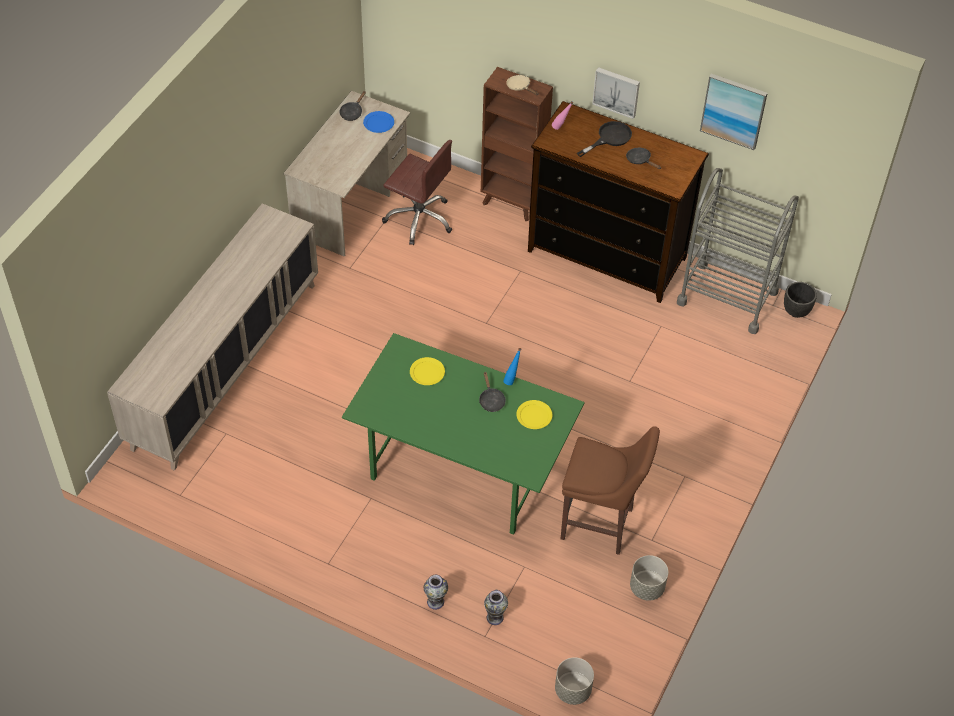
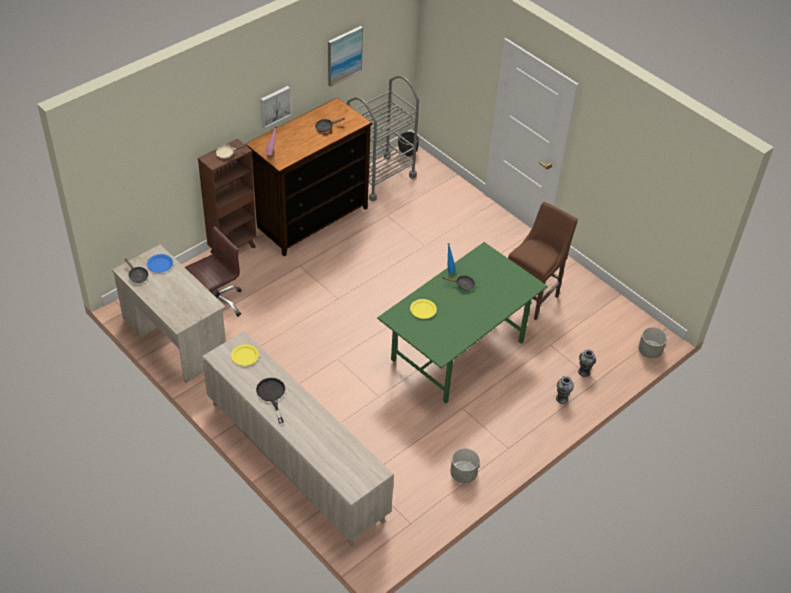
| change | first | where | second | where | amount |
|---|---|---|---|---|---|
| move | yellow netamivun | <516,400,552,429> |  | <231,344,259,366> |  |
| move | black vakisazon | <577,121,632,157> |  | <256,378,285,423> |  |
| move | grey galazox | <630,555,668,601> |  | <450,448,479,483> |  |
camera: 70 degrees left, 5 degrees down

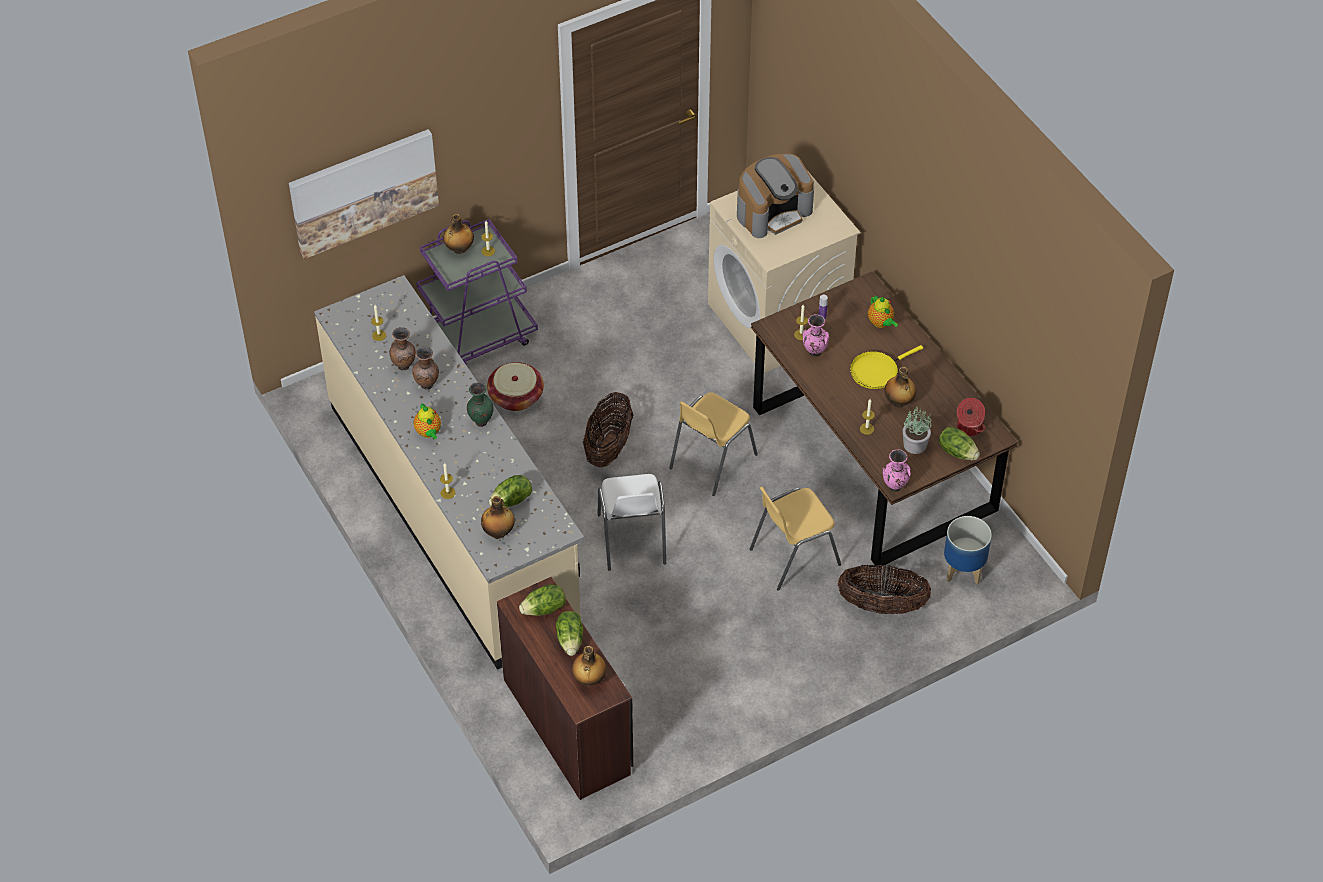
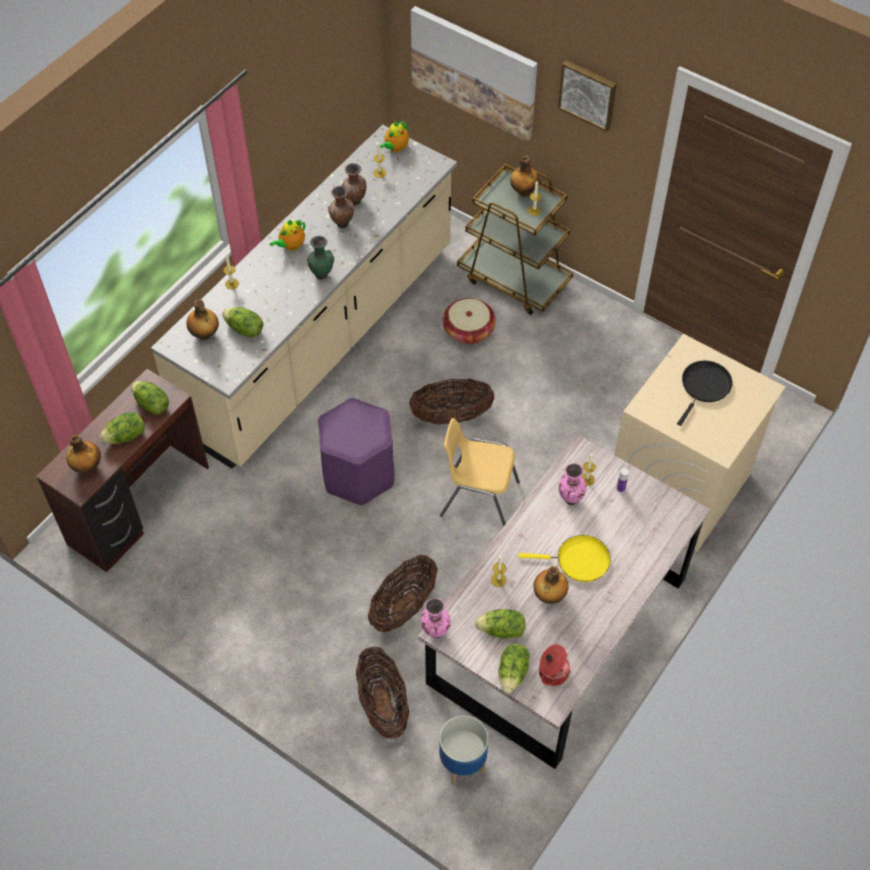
| change | first | where | second | where | amount |
|---|---|---|---|---|---|
| recolor | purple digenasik | <416,219,538,365> | brown digenasik | <457,164,573,315> |  |
| replace | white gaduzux | <598,474,666,571> | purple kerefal | <318,398,394,506> |  |
| replace | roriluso | <737,153,814,238> | black vakisazon | <677,360,732,426> |  |
| replace | yellow gaduzux | <750,487,841,591> | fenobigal | <368,555,438,632> |  |
| recolor | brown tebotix | <751,271,1018,567> | grey tebotix | <418,434,710,769> |  |
| rotate | yellow vakisazon | <850,345,923,389> |  | <519,535,611,582> | 150 degrees clockwise |
| move | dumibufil | <868,295,898,328> |  | <380,121,409,152> |  |
| replace | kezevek | <903,407,931,454> | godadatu | <475,609,526,639> |  |
| insert |  |  | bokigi | <558,60,617,132> |  |
camera: 65 degrees right, 5 degrees up

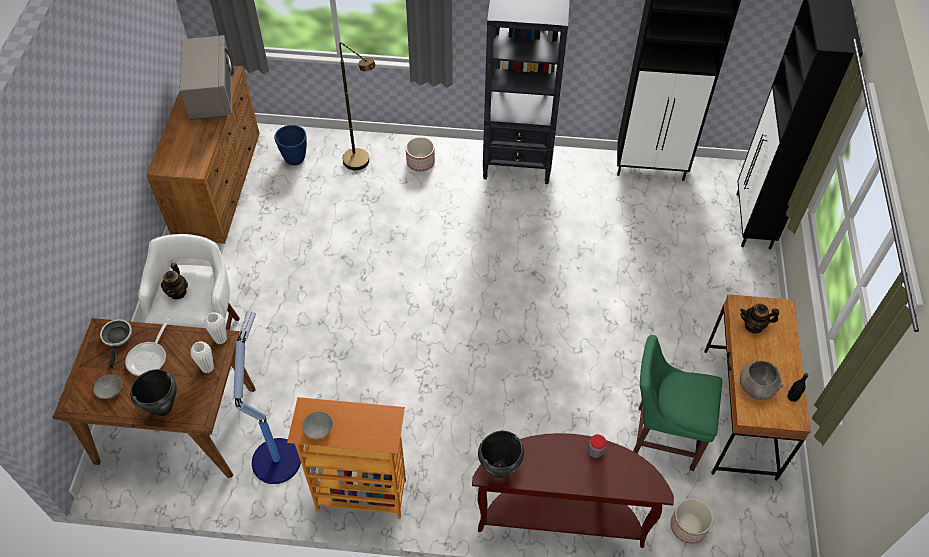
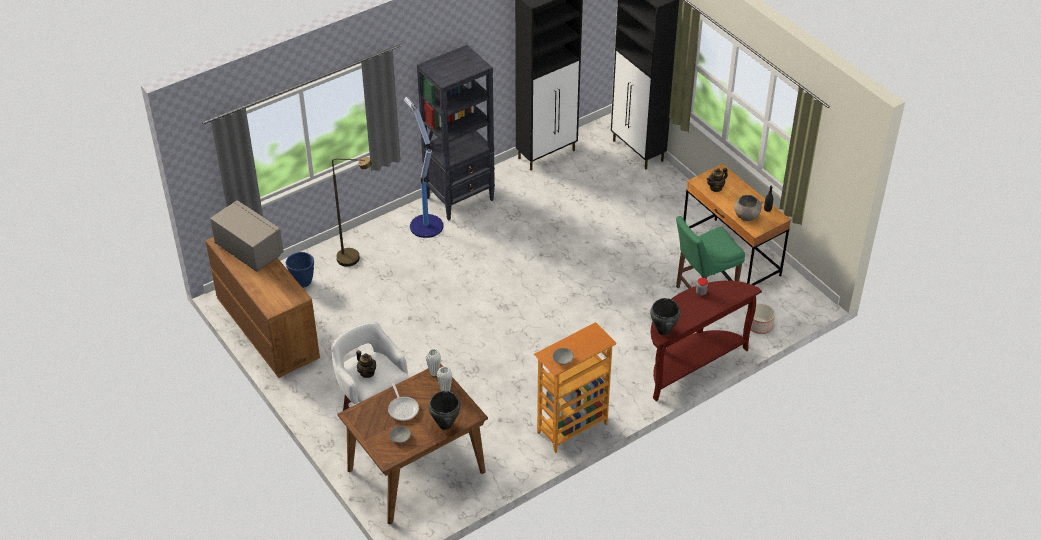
| change | first | where | second | where | amount |
|---|---|---|---|---|---|
| delete | vakisazon | <100,319,132,368> |  |  |  |
| move | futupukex | <233,311,301,484> |  | <404,97,443,238> |  |
| delete | galazox | <406,137,435,171> |  |  |  |
camera: 40 degrees left, 10 degrees down

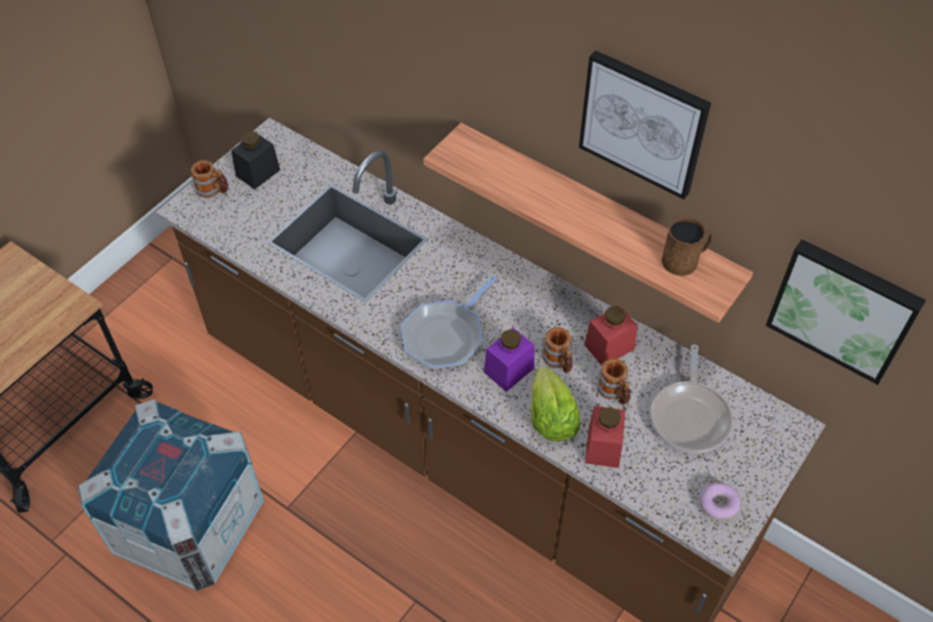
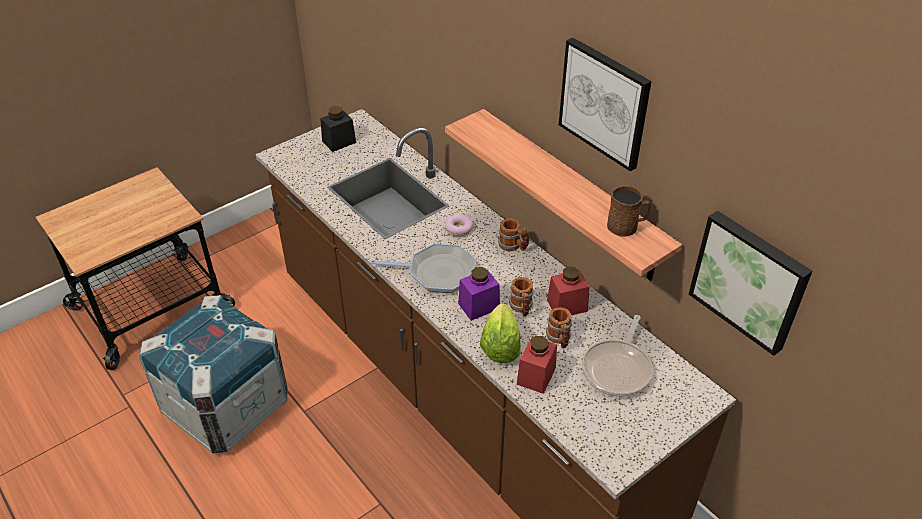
| change | first | where | second | where | amount |
|---|---|---|---|---|---|
| move | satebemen | <190,160,228,198> |  | <498,218,529,251> |  |
| rotate | vakisazon | <401,275,496,369> |  | <370,244,476,293> | 135 degrees counterclockwise |
| move | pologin | <699,483,741,520> |  | <445,214,473,237> |  |
camera: 15 degrees right, 10 degrees down

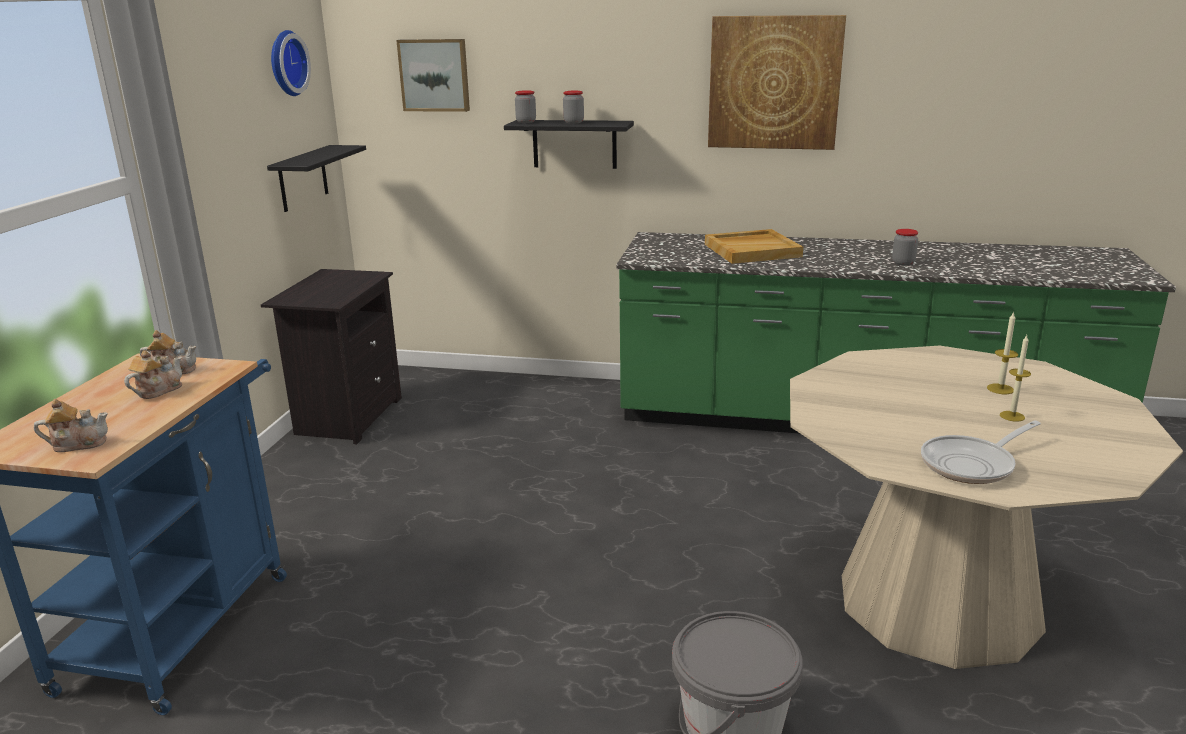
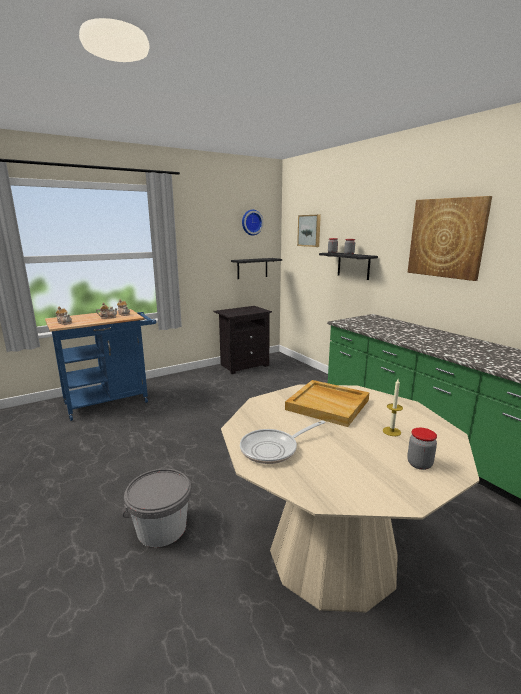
| change | first | where | second | where | amount |
|---|---|---|---|---|---|
| move | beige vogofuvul | <705,229,803,264> |  | <285,380,369,427> |  |
| move | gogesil | <892,229,918,265> |  | <407,428,437,470> |  |
| rotate | vakisazon | <921,420,1041,484> |  | <240,420,325,464> | 45 degrees counterclockwise |
| delete | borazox | <1000,335,1031,422> |  |  |  |
camera: 45 degrees right, 5 degrees down

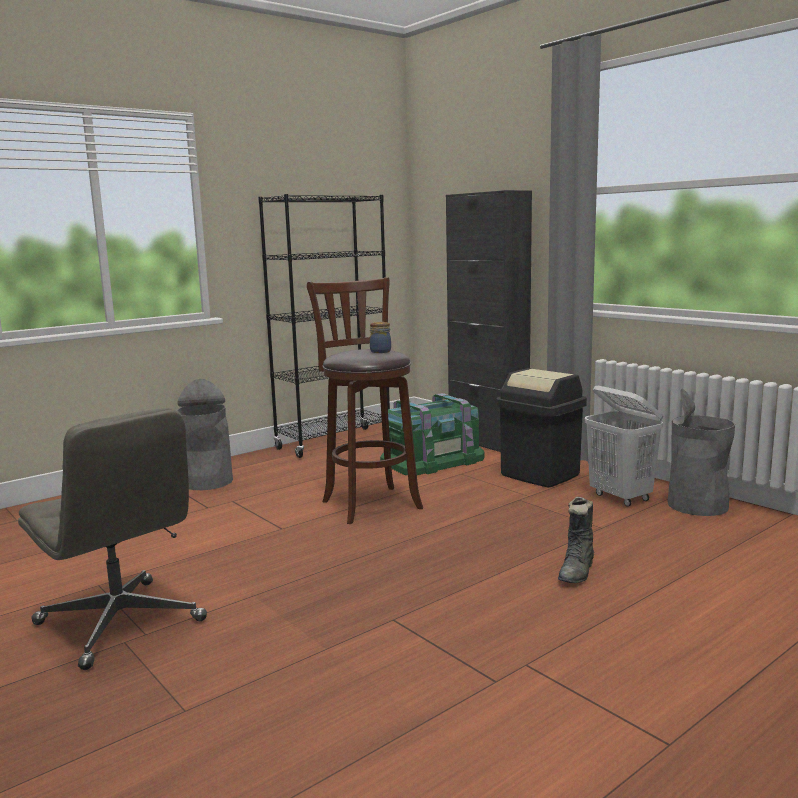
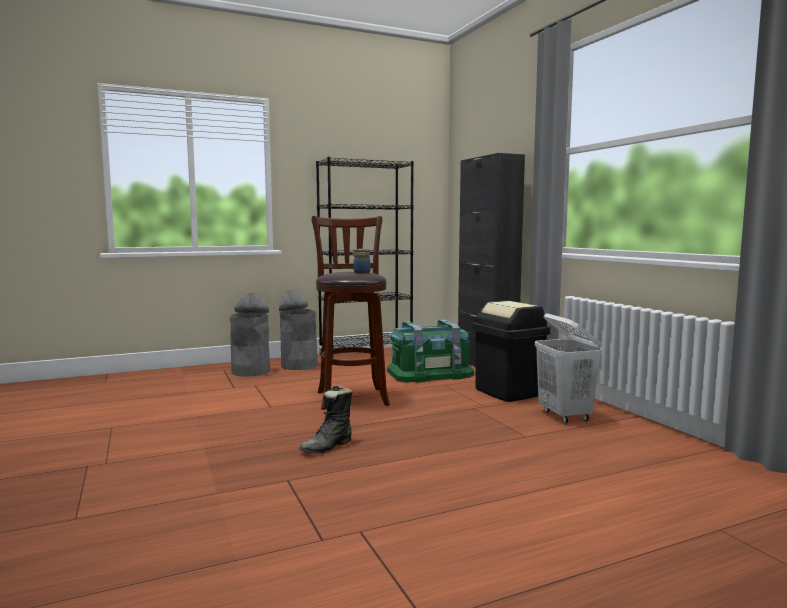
| change | first | where | second | where | amount |
|---|---|---|---|---|---|
| delete | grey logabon | <18,408,207,670> |  |  |  |
| move | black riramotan | <558,497,594,583> |  | <299,385,352,453> |  |
| move | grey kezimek | <668,389,735,516> |  | <279,290,318,370> |  |
camera: 15 degrees right, 5 degrees down

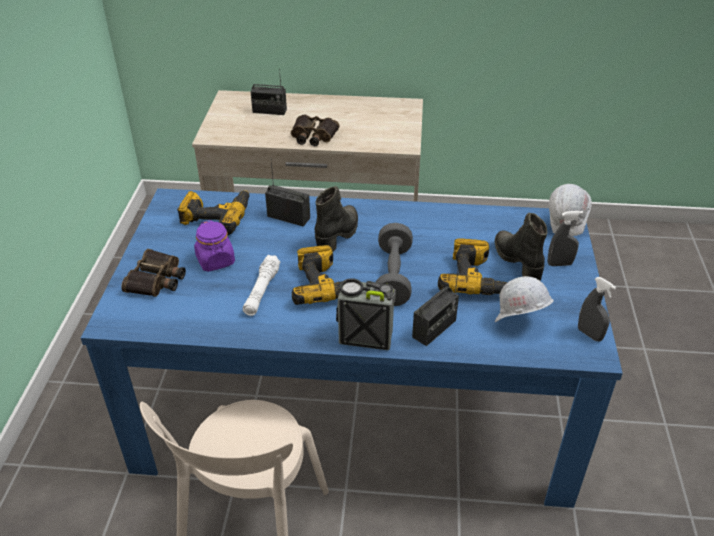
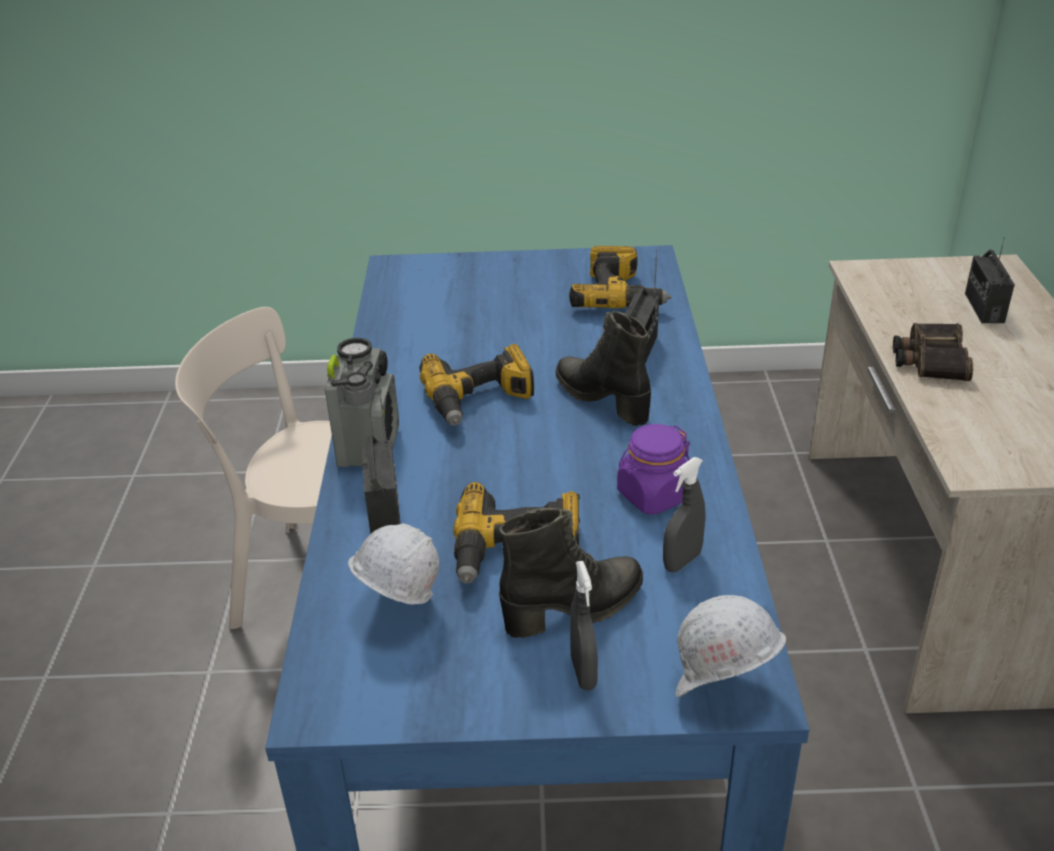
| change | first | where | second | where | amount |
|---|---|---|---|---|---|
| delete | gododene | <121,249,186,297> |  |  |  |
| move | purple gogesil | <194,220,235,272> |  | <617,424,690,515> |  |
| delete | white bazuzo | <243,255,280,316> |  |  |  |
| rotate | black riramotan | <314,186,358,252> |  | <556,311,651,426> | 150 degrees counterclockwise |
| delete | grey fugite | <376,223,413,306> |  |  |  |
| rotate | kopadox | <412,265,459,346> |  | <361,390,400,534> | 135 degrees counterclockwise |
| move | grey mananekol | <578,277,616,341> |  | <663,457,706,572> |  |
camera: 85 degrees right, 5 degrees down

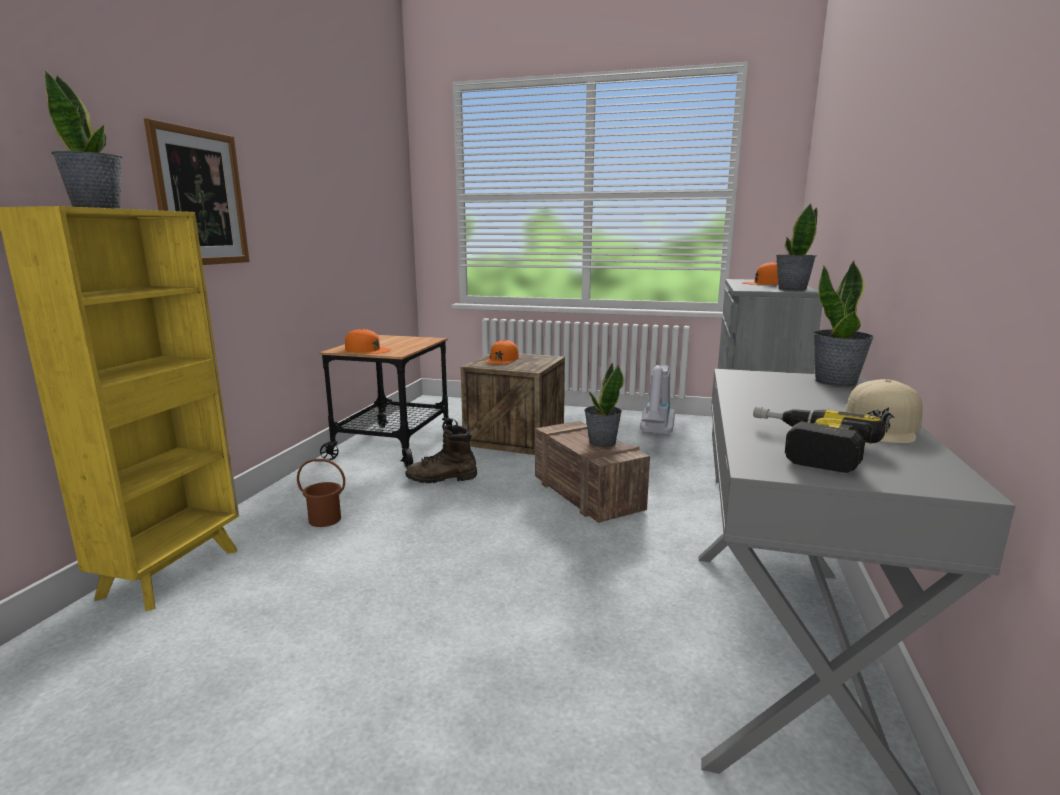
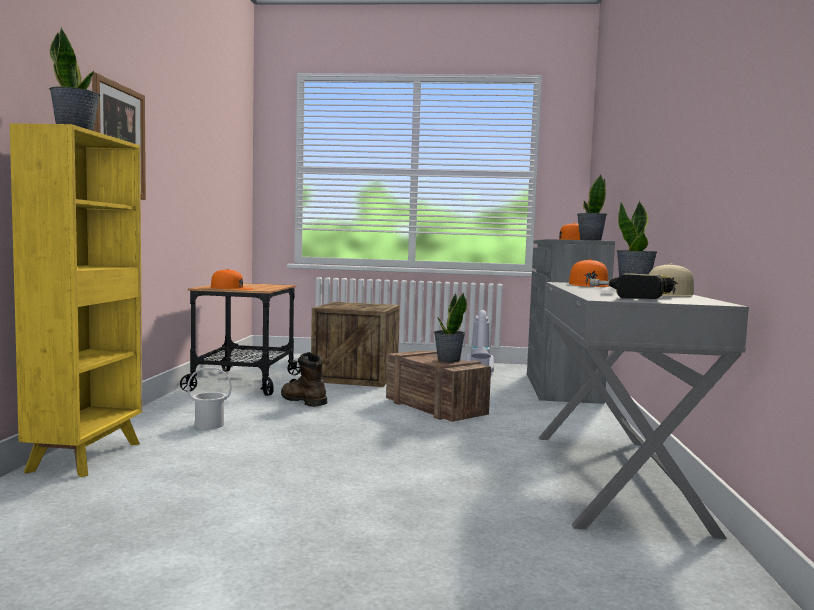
| change | first | where | second | where | amount |
|---|---|---|---|---|---|
| recolor | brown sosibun | <297,459,345,527> | white sosibun | <187,367,232,429> |  |
| rotate | brown riramotan | <405,425,477,483> |  | <281,352,328,407> | 60 degrees clockwise |
| move | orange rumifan | <485,340,519,364> |  | <569,259,610,287> |  |
camera: 10 degrees left, 10 degrees down

